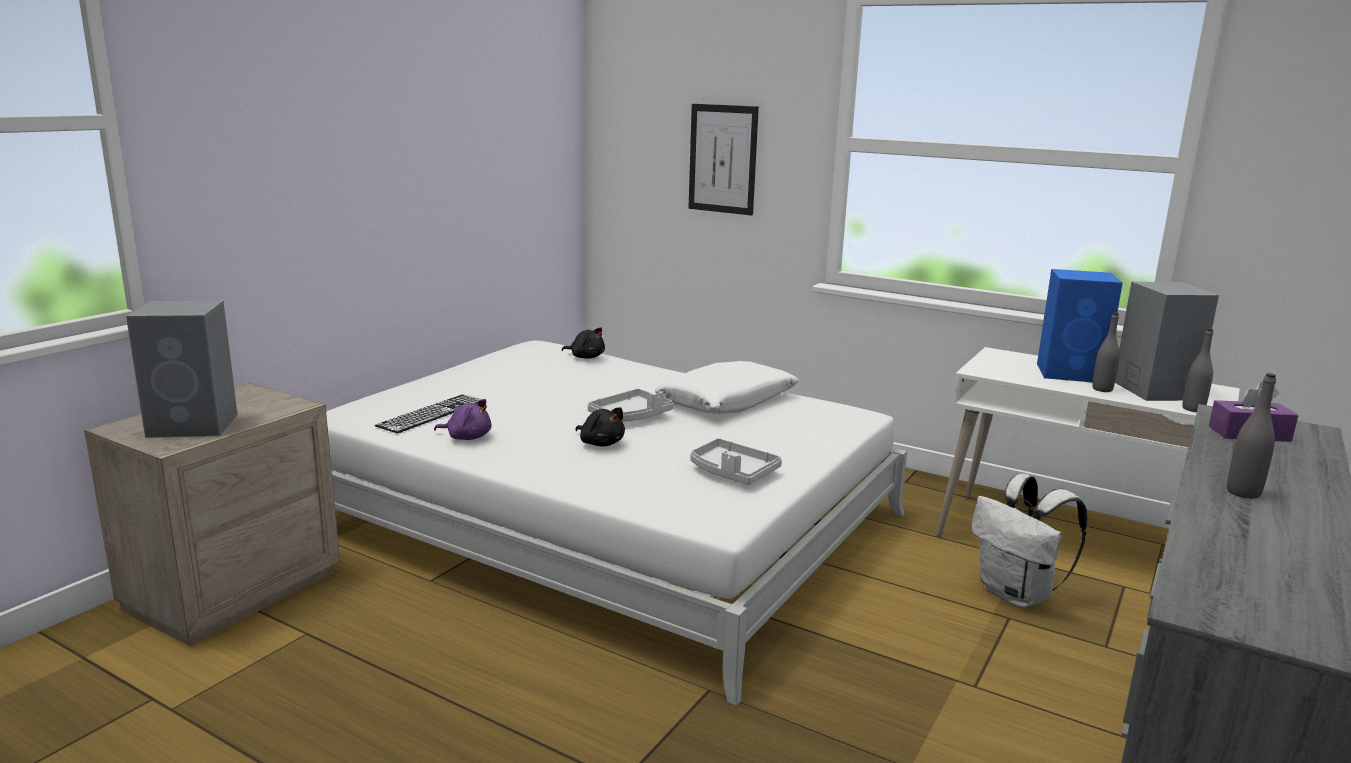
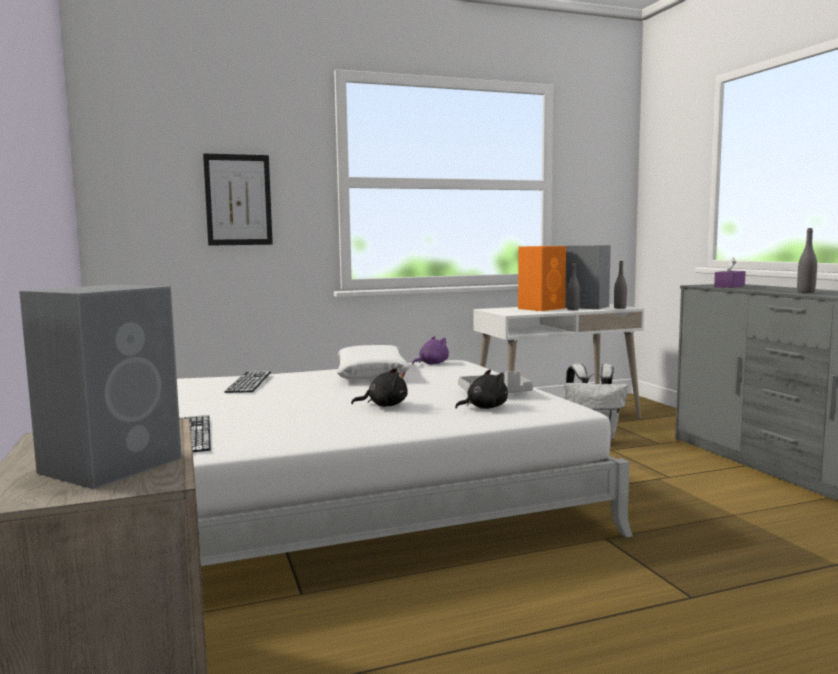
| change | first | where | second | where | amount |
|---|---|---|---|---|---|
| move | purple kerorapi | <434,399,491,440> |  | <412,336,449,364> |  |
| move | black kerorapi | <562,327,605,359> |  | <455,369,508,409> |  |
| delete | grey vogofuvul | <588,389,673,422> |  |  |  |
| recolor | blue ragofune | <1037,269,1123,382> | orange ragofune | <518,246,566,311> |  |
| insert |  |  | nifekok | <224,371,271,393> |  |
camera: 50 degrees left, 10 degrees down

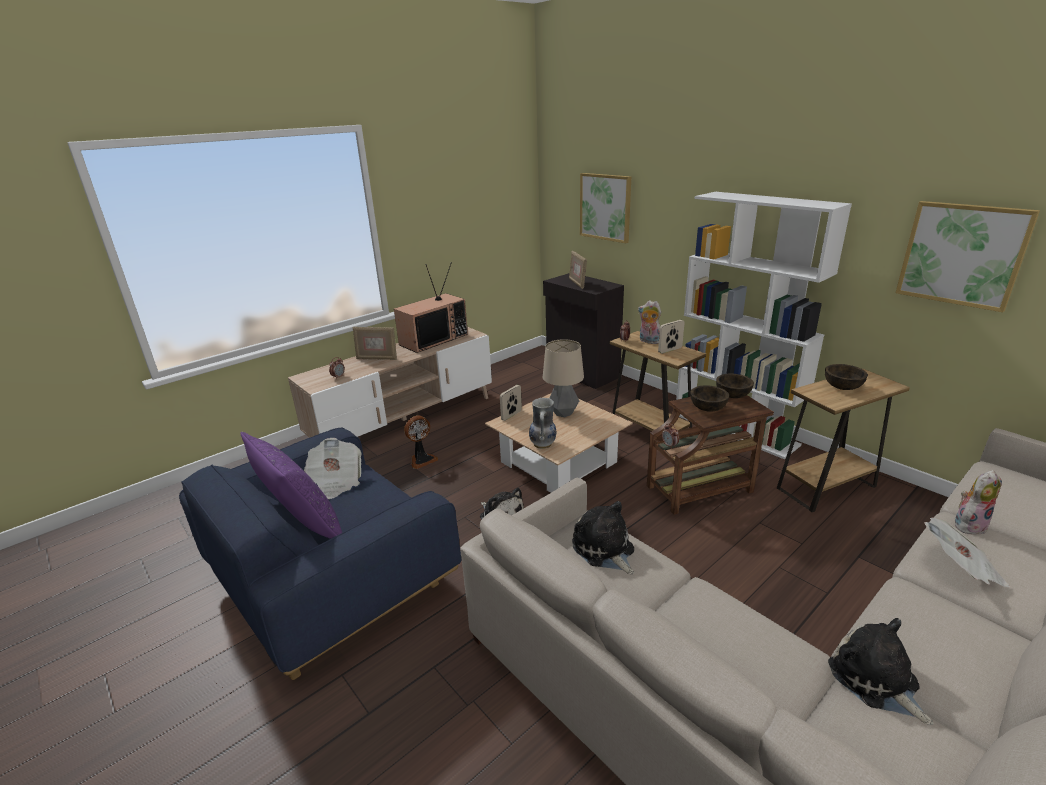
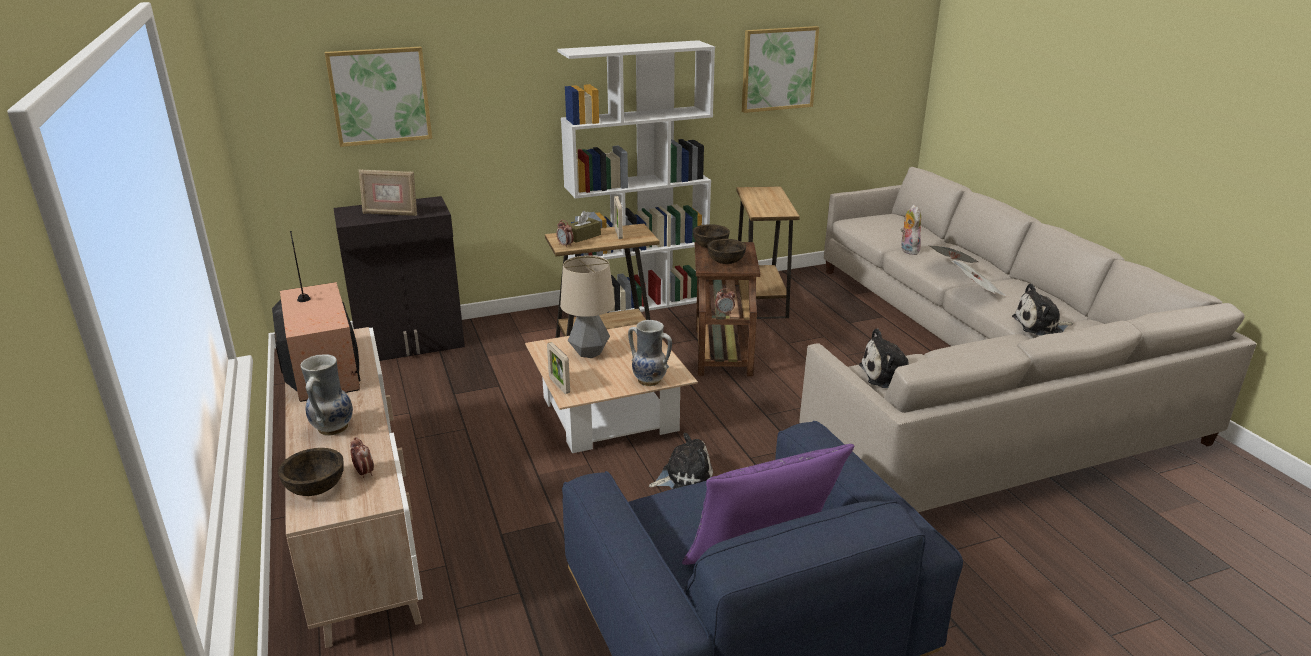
| change | first | where | second | where | amount |
|---|---|---|---|---|---|
| move | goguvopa | <304,438,361,500> |  | <951,260,1008,297> |  |
| replace | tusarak | <353,327,397,360> | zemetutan | <300,354,353,436> |  |
| delete | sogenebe | <404,415,438,469> |  |  |  |
| replace | kerorapi | <638,300,661,344> | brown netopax | <565,211,601,243> |  |
| move | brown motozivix | <825,364,868,390> |  | <278,448,344,496> |  |
camera: 70 degrees left, 0 degrees up

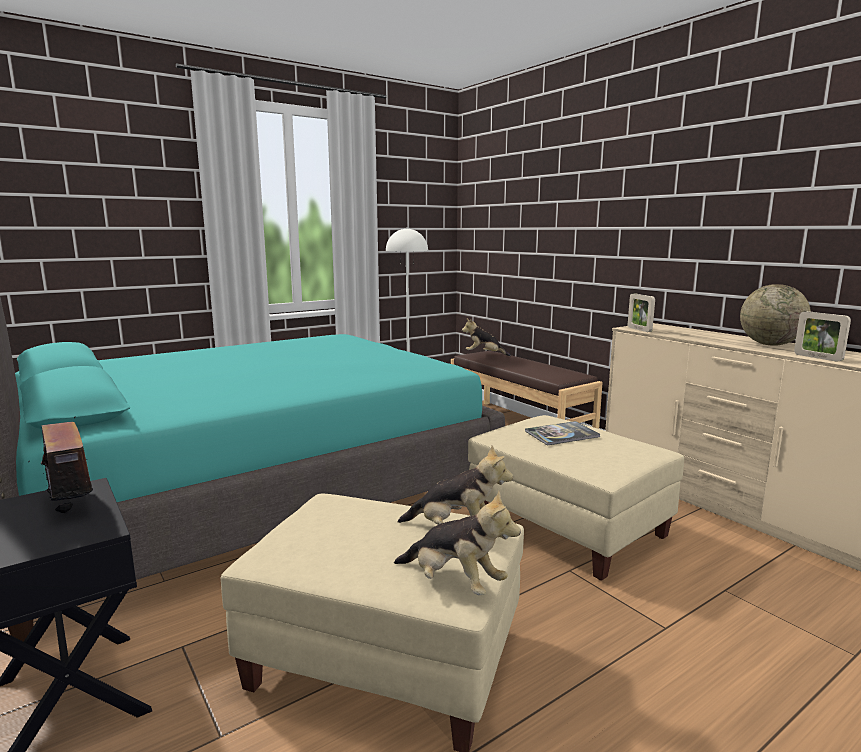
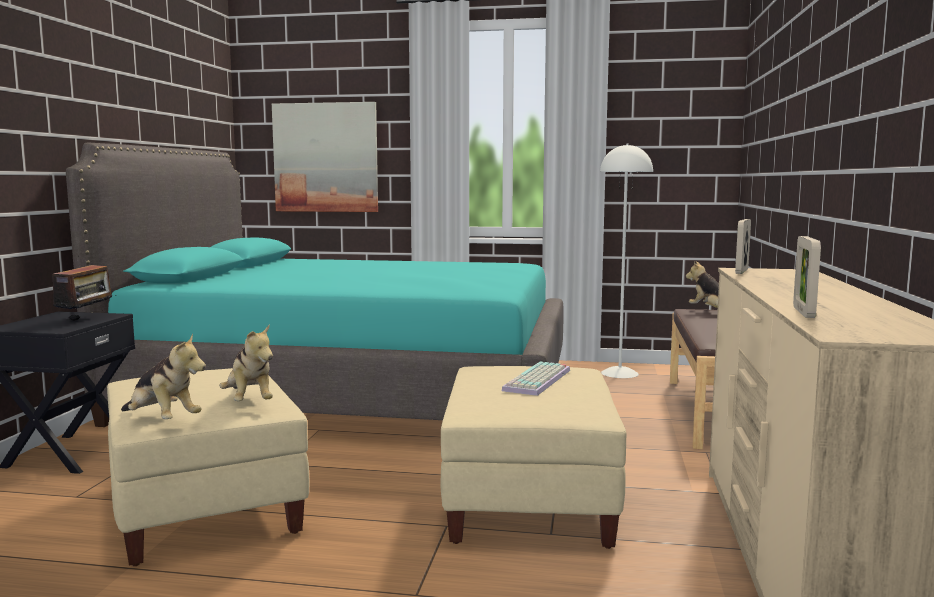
| change | first | where | second | where | amount |
|---|---|---|---|---|---|
| rotate | kerorapi | <394,490,521,595> |  | <121,333,206,419> | 45 degrees counterclockwise |
| replace | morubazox | <525,421,600,446> | nifekok | <502,362,570,396> |  |
| delete | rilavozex | <740,284,811,346> |  |  |  |
| insert |  |  | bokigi | <272,102,378,212> |  |
camera: 45 degrees right, 5 degrees down

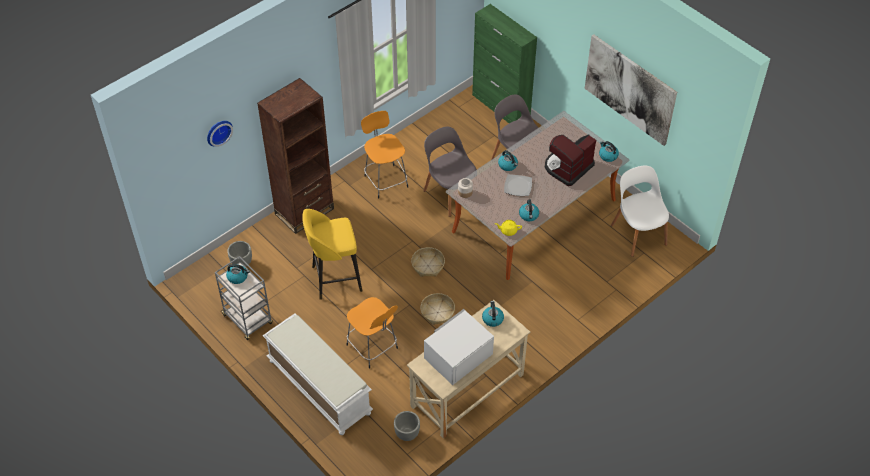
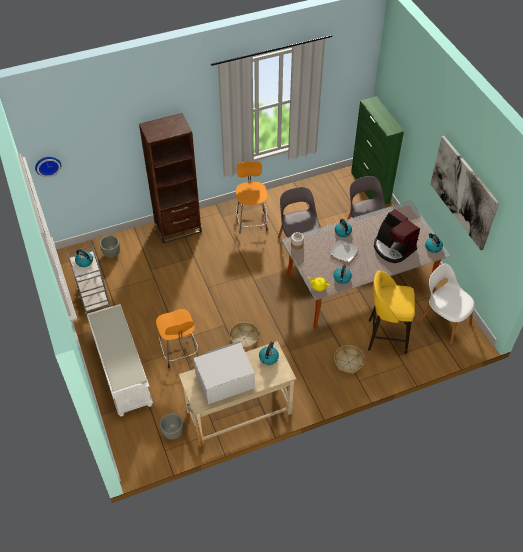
| change | first | where | second | where | amount |
|---|---|---|---|---|---|
| move | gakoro | <207,121,233,147> |  | <35,157,61,177> |  |
| move | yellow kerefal | <302,209,363,300> |  | <368,270,415,354> |  |
| move | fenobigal | <411,247,445,277> |  | <334,345,365,374> |  |
| rotate | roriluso | <545,134,596,186> |  | <374,209,420,263> | 105 degrees counterclockwise |
| rotate | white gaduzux | <611,166,669,257> |  | <418,264,475,345> | 45 degrees counterclockwise |
camera: 20 degrees right, 0 degrees up

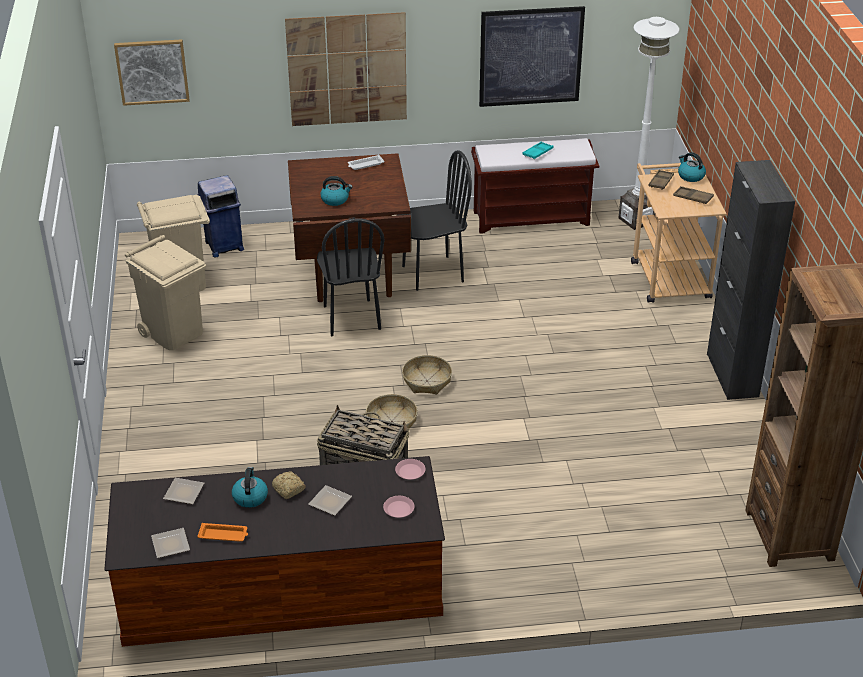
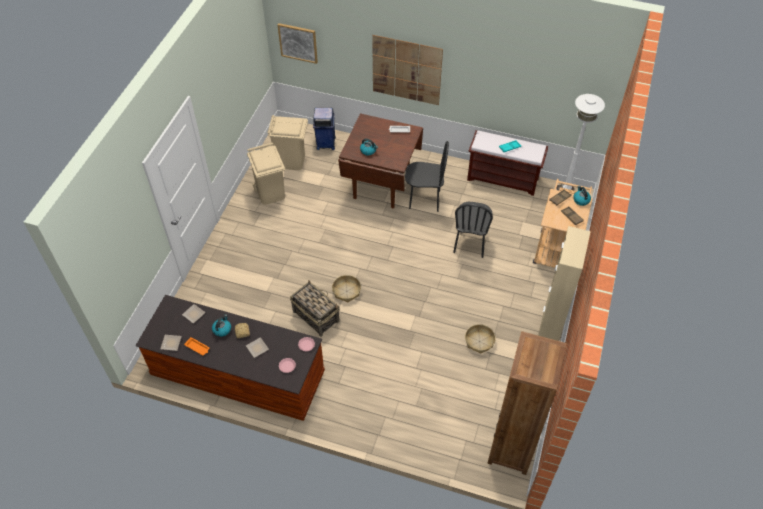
| change | first | where | second | where | amount |
|---|---|---|---|---|---|
| move | black gaduzux | <317,218,385,336> |  | <453,202,493,258> |  |
| move | fenobigal | <402,355,452,394> |  | <465,324,496,354> |  |
| delete | bokigi | <479,6,585,107> |  |  |  |
| recolor | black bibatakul | <707,160,795,400> | beige bibatakul | <538,226,591,341> |  |
camera: 25 degrees right, 15 degrees up

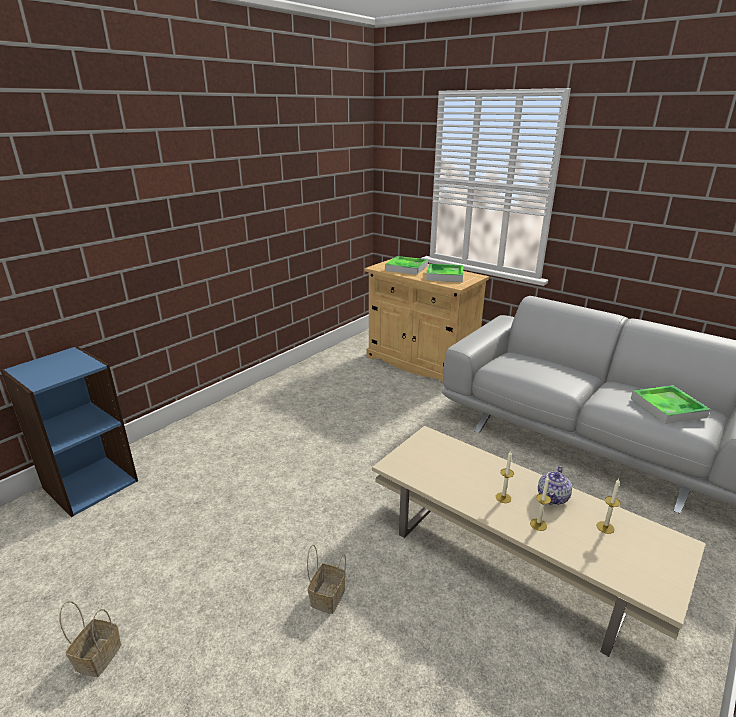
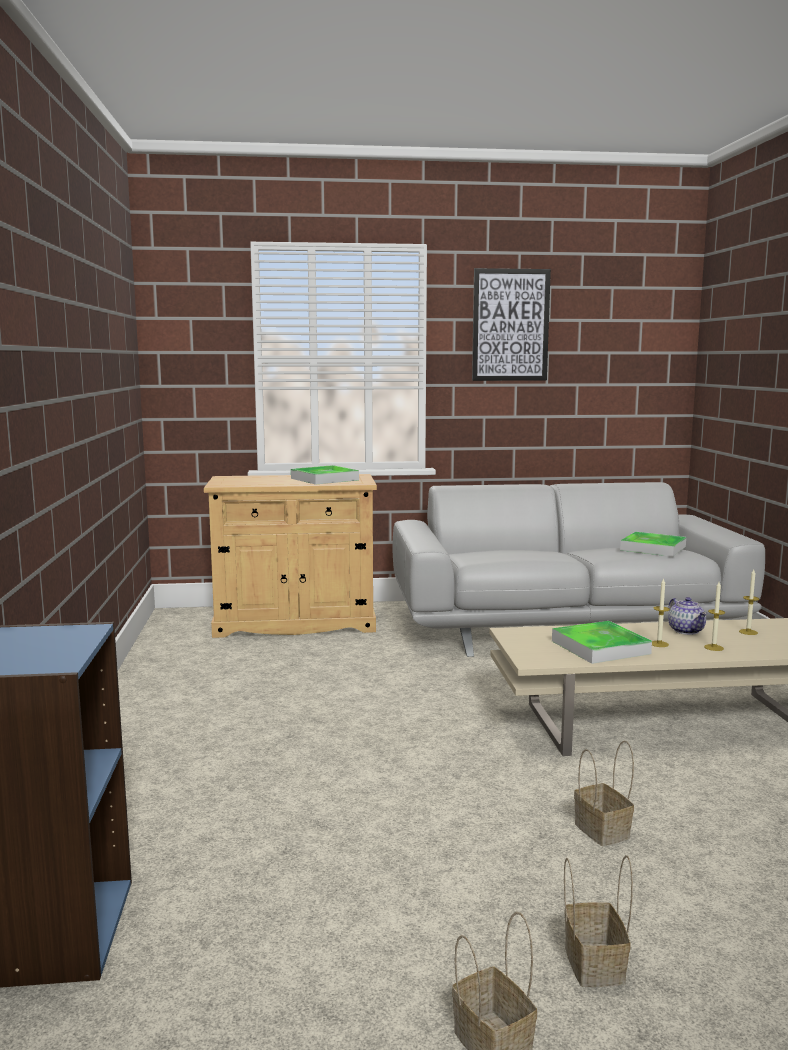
| change | first | where | second | where | amount |
|---|---|---|---|---|---|
| move | vogofuvul | <385,256,428,275> |  | <552,621,652,664> |  |
| insert |  |  | bokigi | <472,268,551,381> |  |
| insert |  |  | fenobigal | <564,855,633,987> |  |
camera: 45 degrees left, 15 degrees down

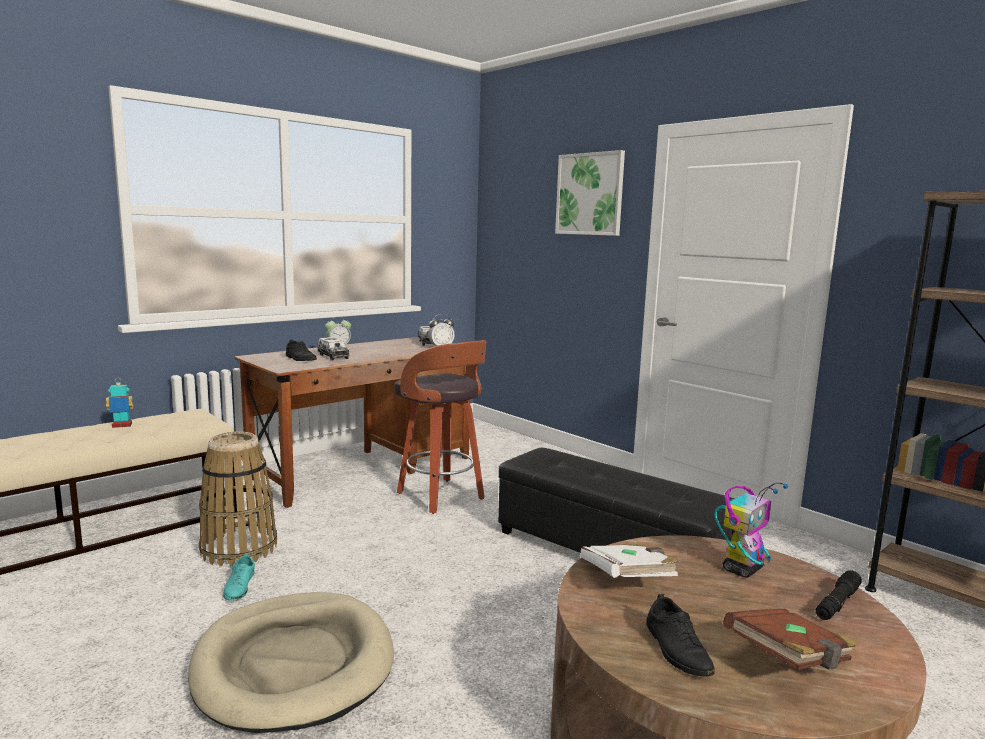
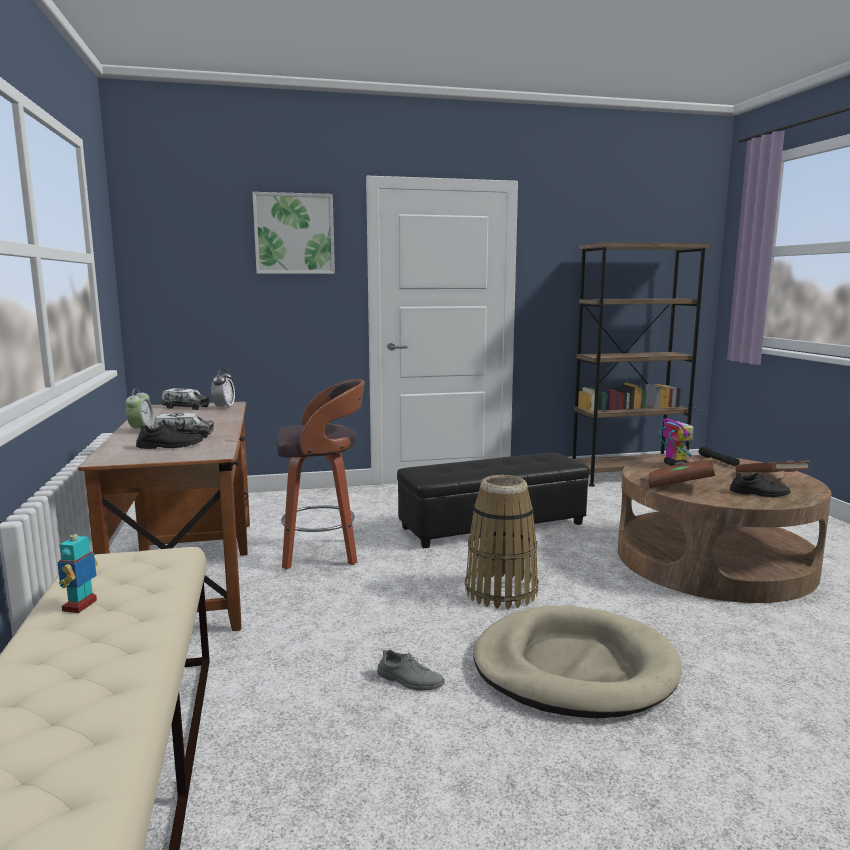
| change | first | where | second | where | amount |
|---|---|---|---|---|---|
| move | fenobigal | <199,431,277,567> |  | <465,475,538,609> |  |
| recolor | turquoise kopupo | <223,554,255,601> | grey kopupo | <377,648,445,691> |  |
| recolor | white morubazox | <581,542,679,578> | brown morubazox | <648,457,715,488> |  |
camera: 60 degrees left, 0 degrees up

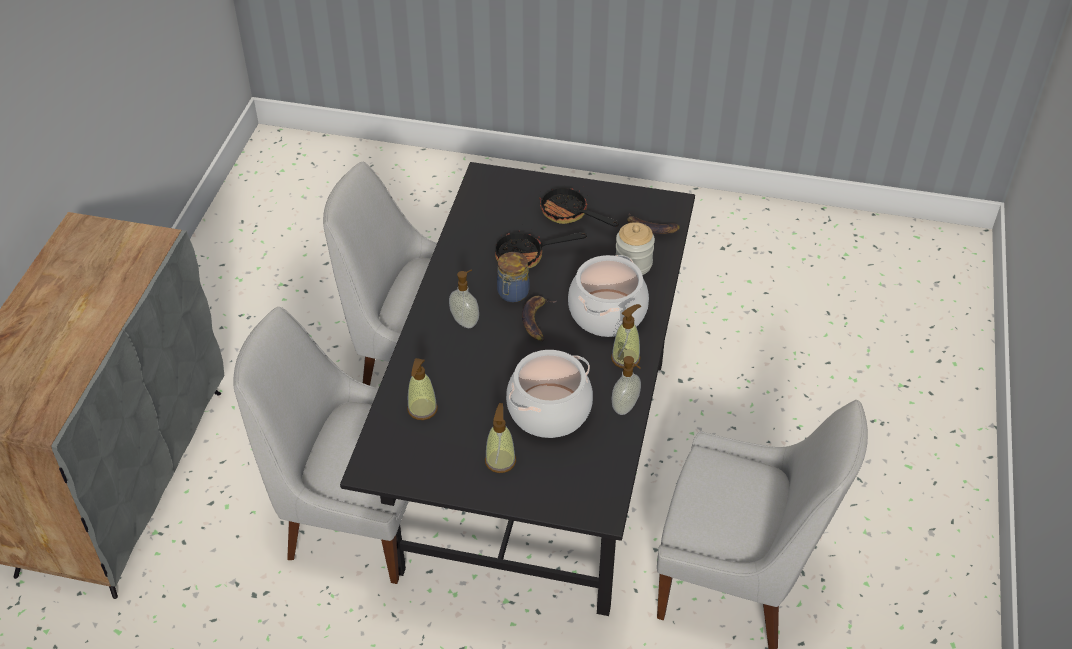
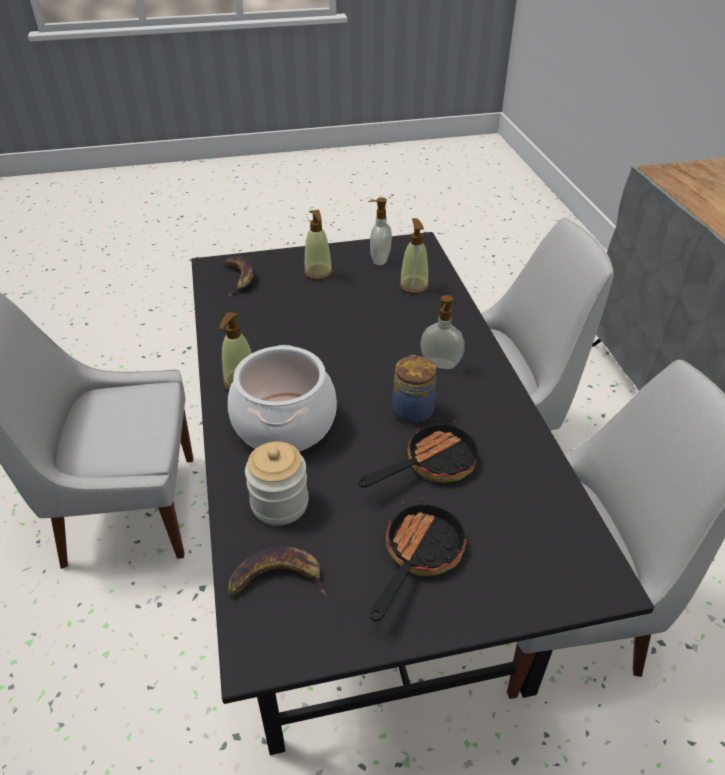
| change | first | where | second | where | amount |
|---|---|---|---|---|---|
| delete | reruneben | <506,350,593,438> |  |  |  |
| move | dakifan | <522,296,557,341> |  | <223,256,255,296> |  |
| rotate | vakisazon | <539,185,619,227> |  | <369,498,467,621> | 75 degrees counterclockwise |
| move | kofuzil | <612,356,641,415> |  | <368,197,392,265> |  |
camera: 155 degrees right, 5 degrees down

